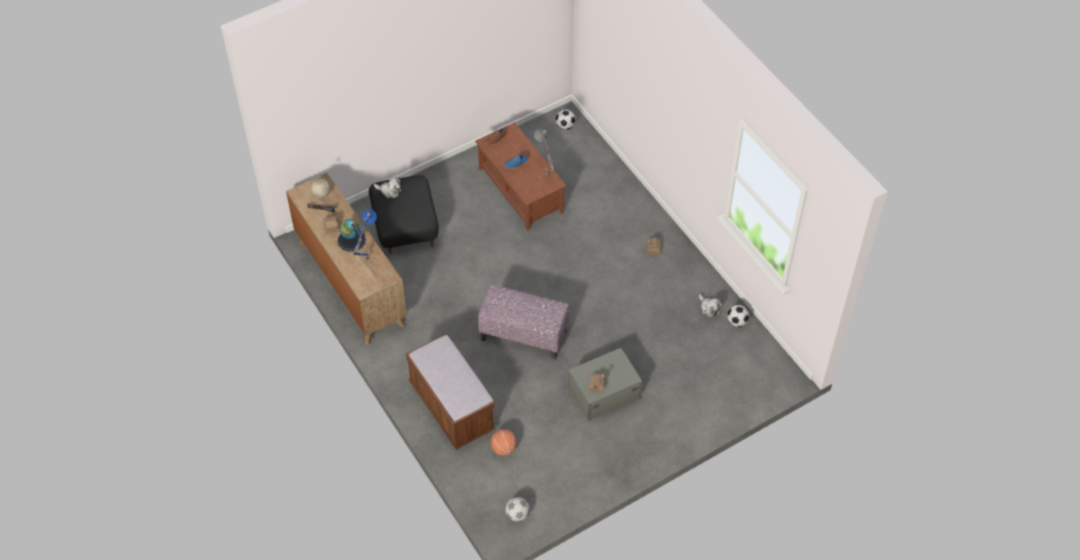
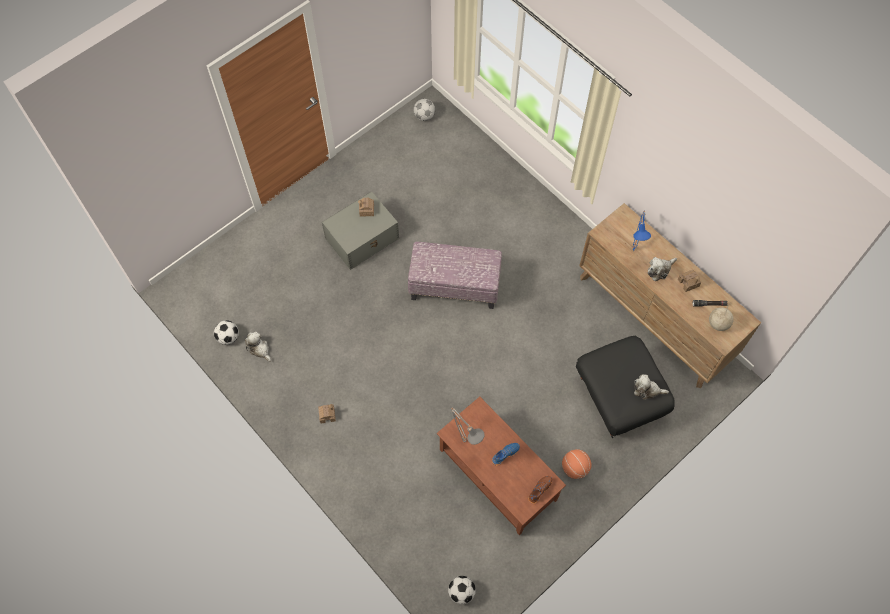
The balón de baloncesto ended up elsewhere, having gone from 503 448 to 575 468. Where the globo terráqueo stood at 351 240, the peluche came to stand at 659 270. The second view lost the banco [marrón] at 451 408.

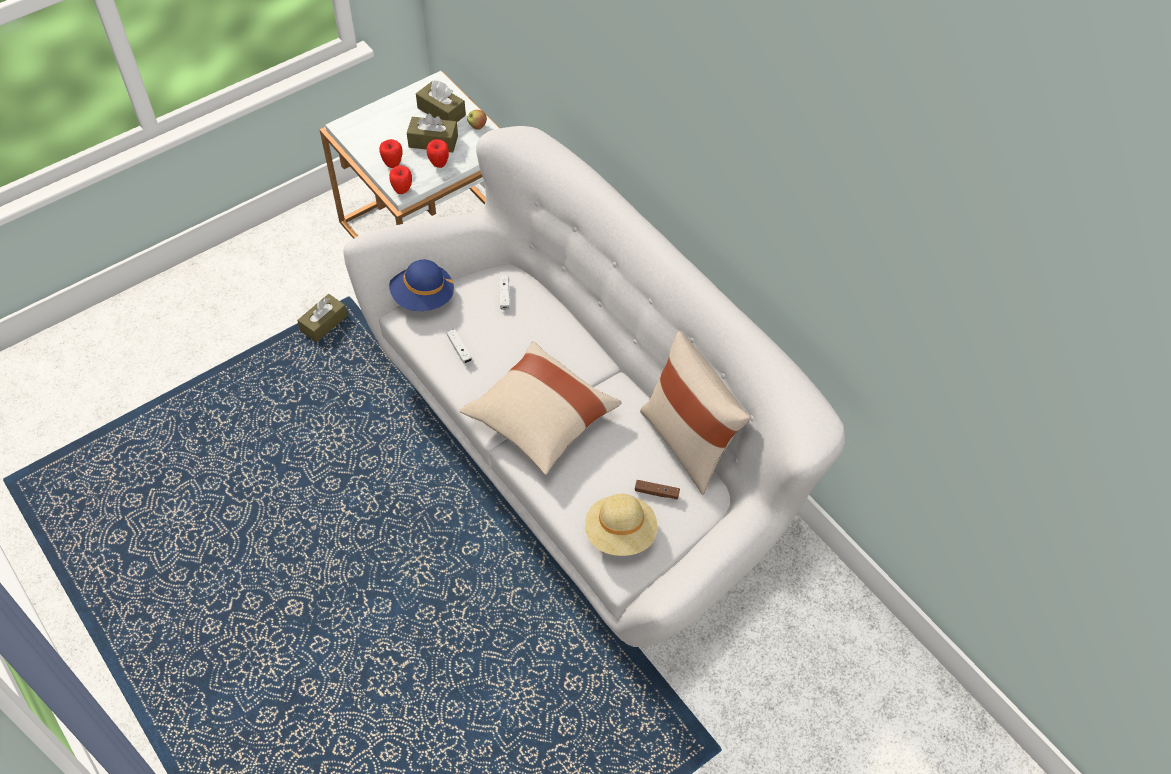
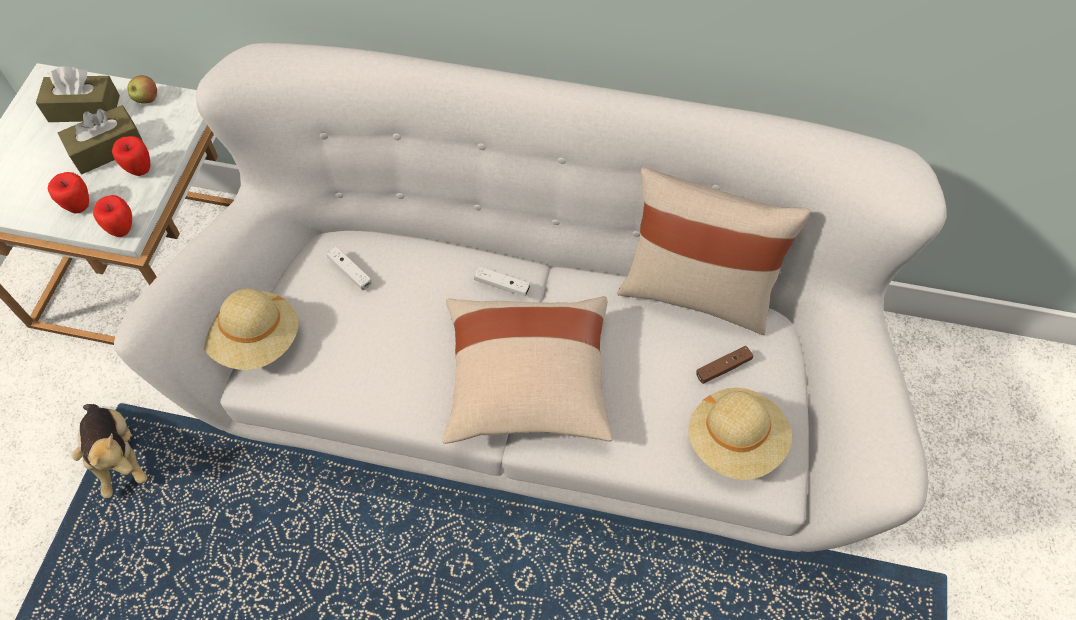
Where the caja de pañuelos [marrón] stood at 324 324, the peluche came to stand at 117 456. What was the sombrero [azul] at 423 297 turned into the sombrero [beis] at 256 341. The mando de consola [blanco] ended up elsewhere, having gone from 459 349 to 502 285.

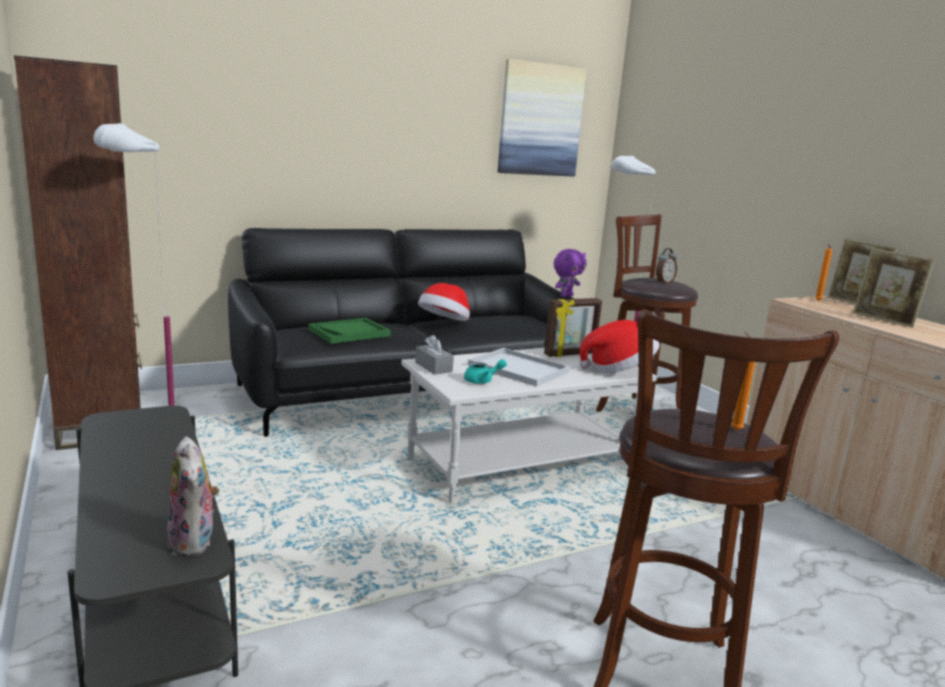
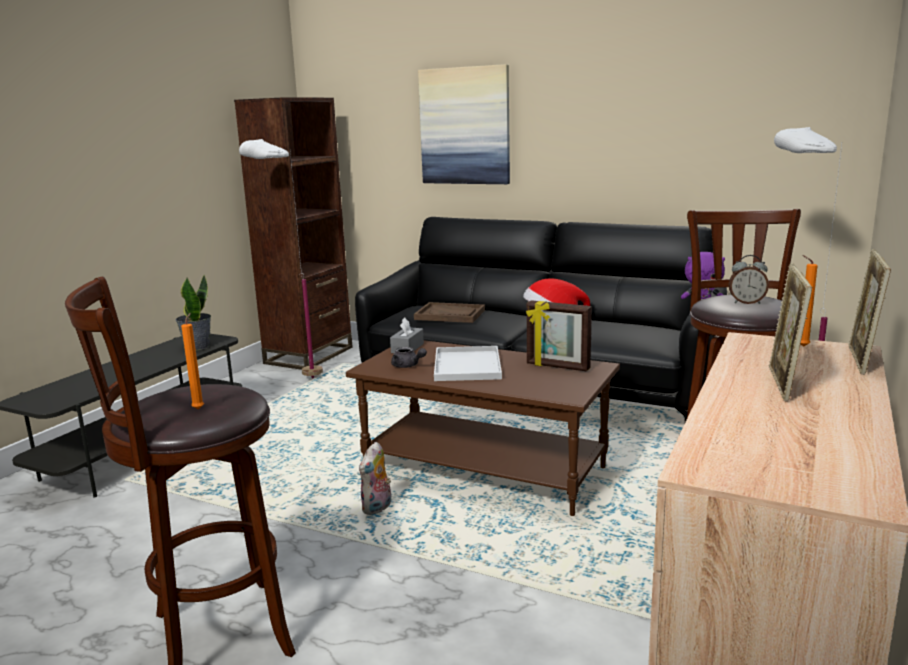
The second view gained the planta en maceta at 197 346. What was the mesa de centro [blanco] at 521 463 turned into the mesa de centro [marrón] at 486 469. The peluche ended up elsewhere, having gone from 195 542 to 377 509. What was the tetera [turquesa] at 482 381 turned into the tetera [gris] at 407 366. What was the bandeja [verde] at 349 333 turned into the bandeja [marrón] at 450 315. The cuadro ended up elsewhere, having gone from 540 120 to 465 126. The second view lost the sombrero at 618 370.

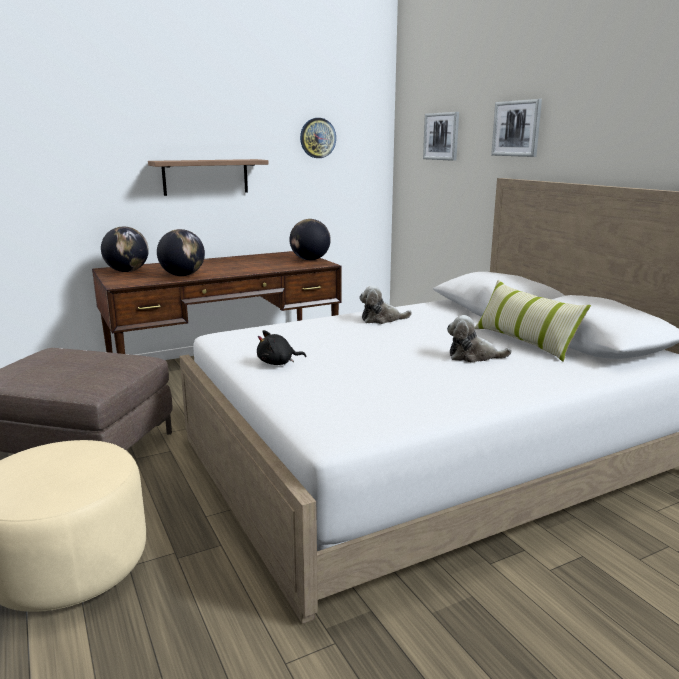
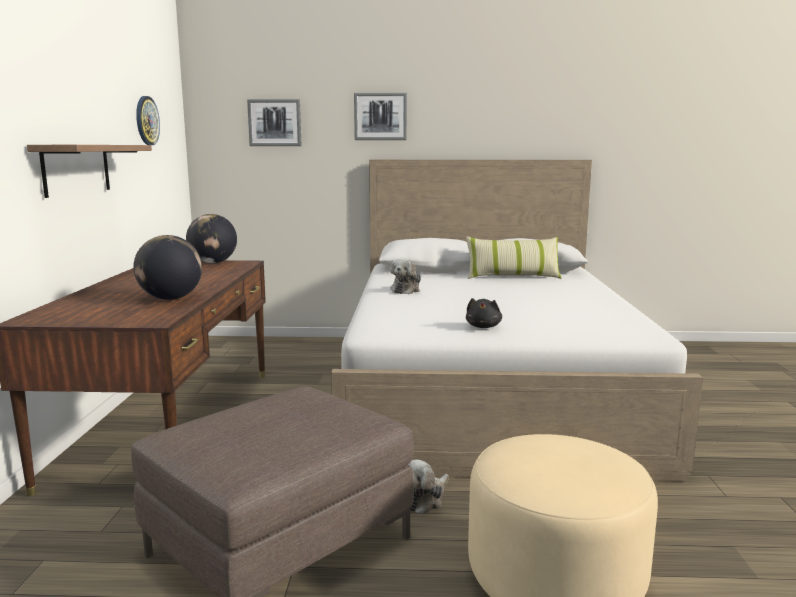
The peluche ended up elsewhere, having gone from 473 356 to 425 499. The second view lost the globo terráqueo at 127 271.

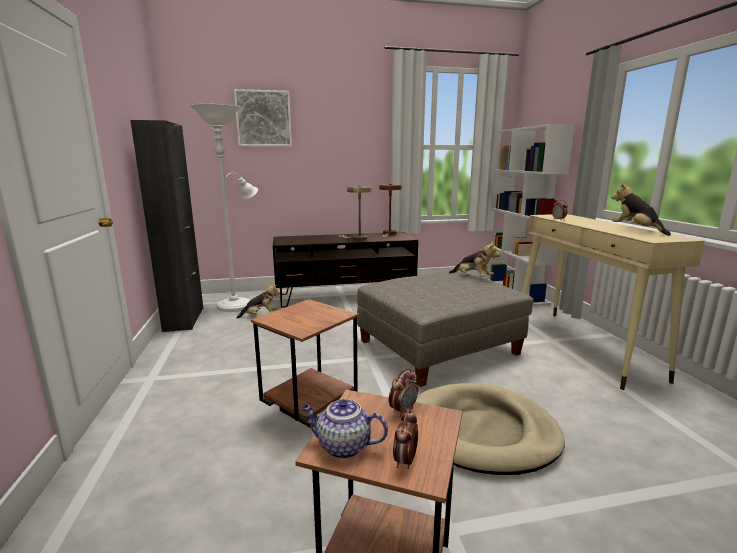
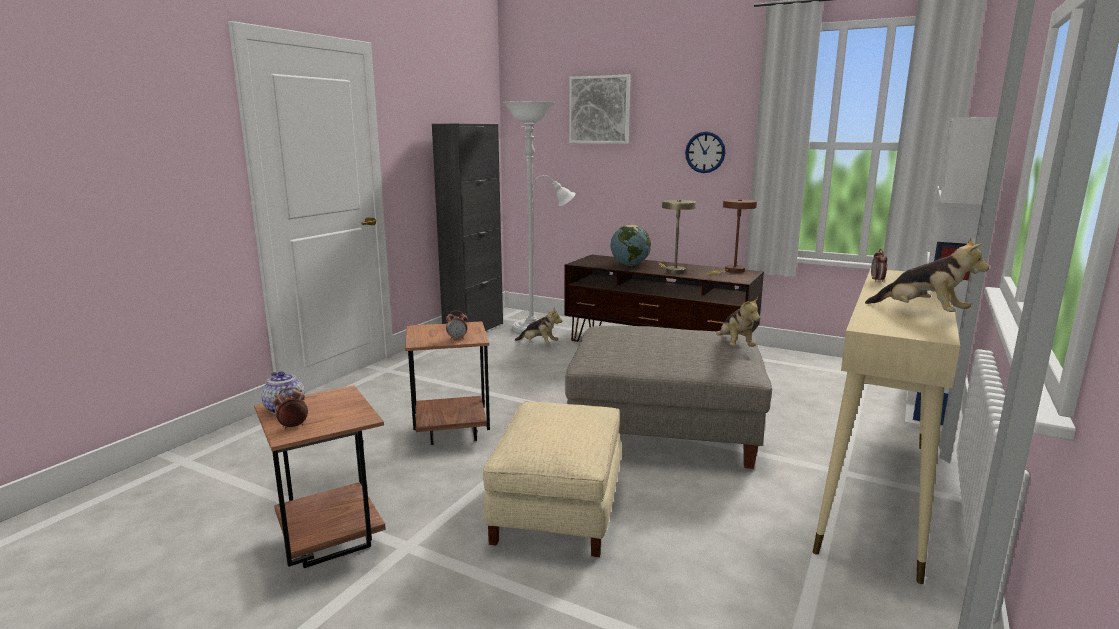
The despertador ended up elsewhere, having gone from 403 410 to 457 338. Where the cama para perro [beis] stood at 483 431, the puf [beis] came to stand at 558 509. The second view gained the globo terráqueo at 630 265. The second view gained the reloj de pared at 705 152. The peluche at 636 230 ended up facing another way, 120 degrees clockwise from before.

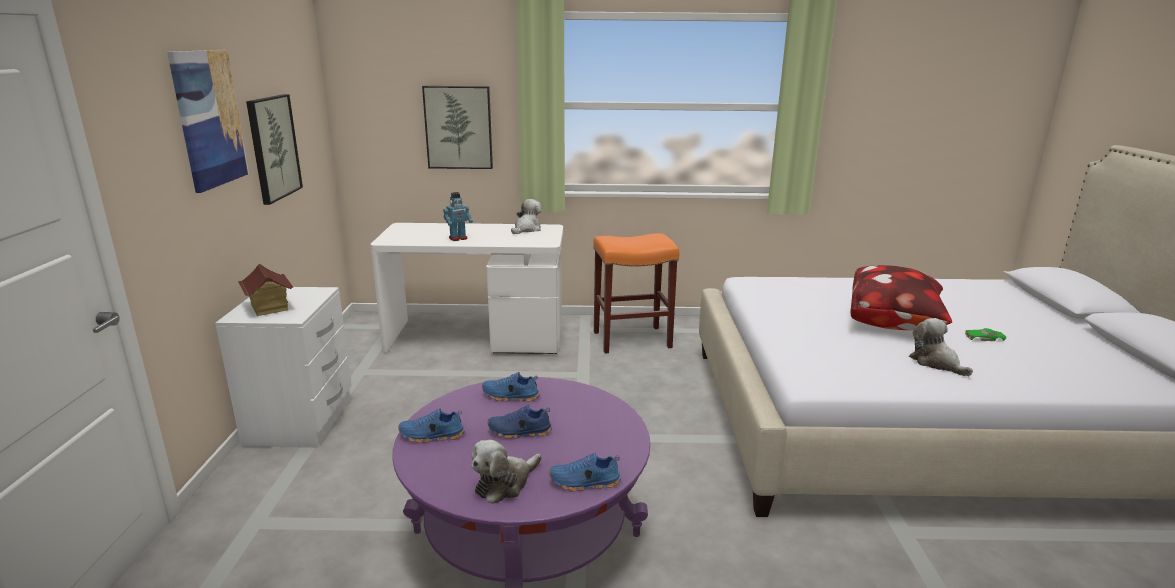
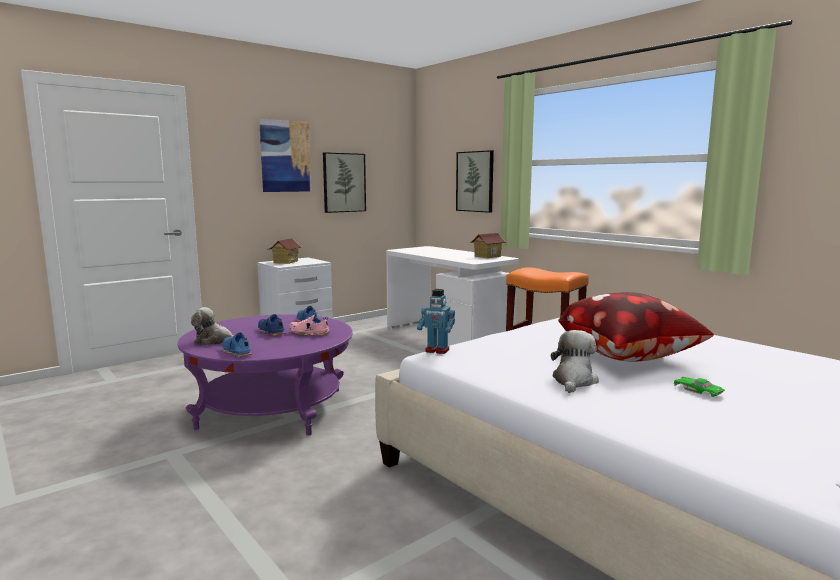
The second view gained the zapato [rosa] at 309 333. The robot de juguete ended up elsewhere, having gone from 458 238 to 437 350. Where the peluche stood at 527 229, the casita came to stand at 487 256. The second view lost the zapato [azul] at 431 436.

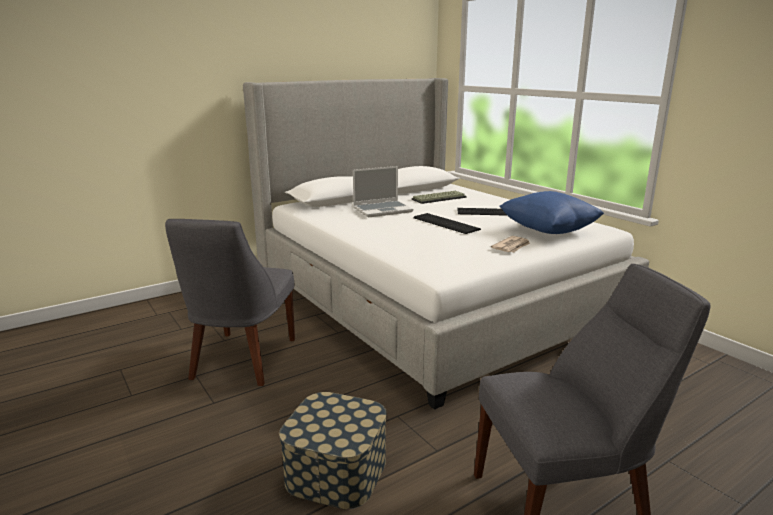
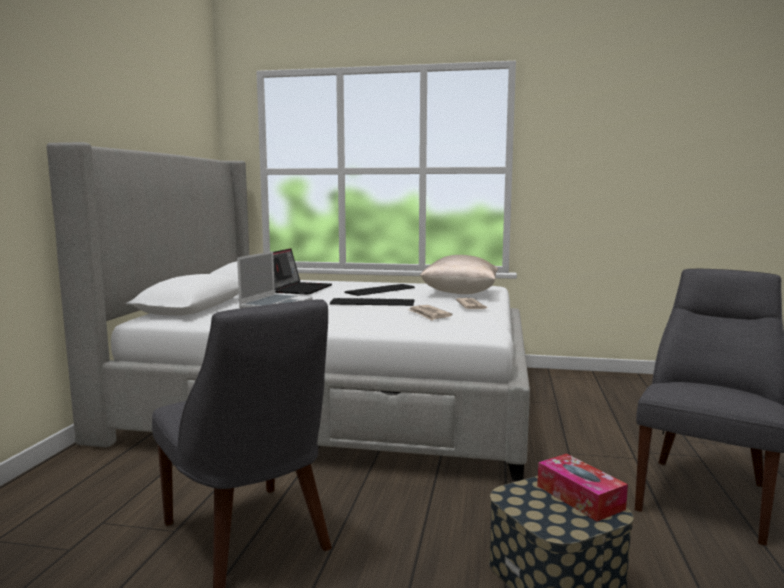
Where the teclado stood at 439 198, the portátil came to stand at 299 289. The second view gained the periódico at 429 315. What was the cojín [azul] at 548 231 turned into the cojín [beis] at 460 294. The second view gained the caja de pañuelos at 579 497.

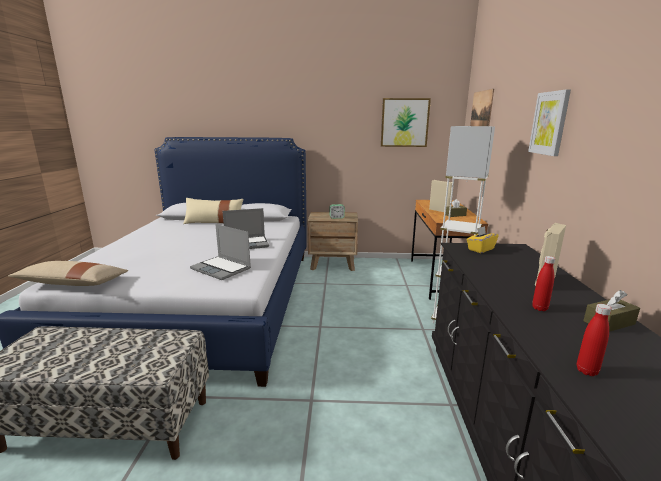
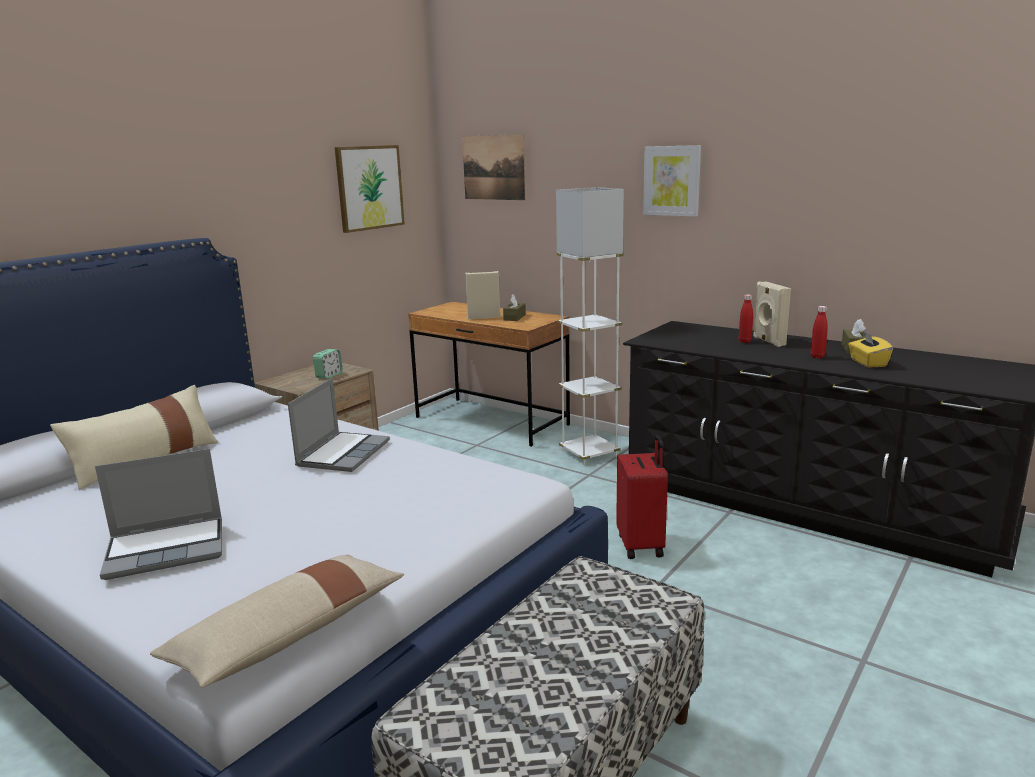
The portátil ended up elsewhere, having gone from 222 269 to 168 548. The second view gained the maleta [rojo] at 641 545. The botella [rojo] ended up elsewhere, having gone from 586 371 to 744 341. The caja de pañuelos [amarillo] ended up elsewhere, having gone from 480 249 to 867 363.

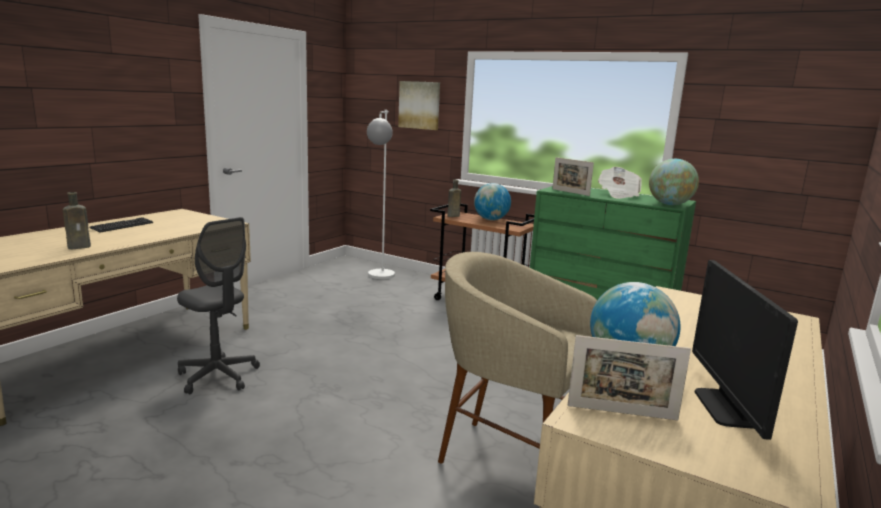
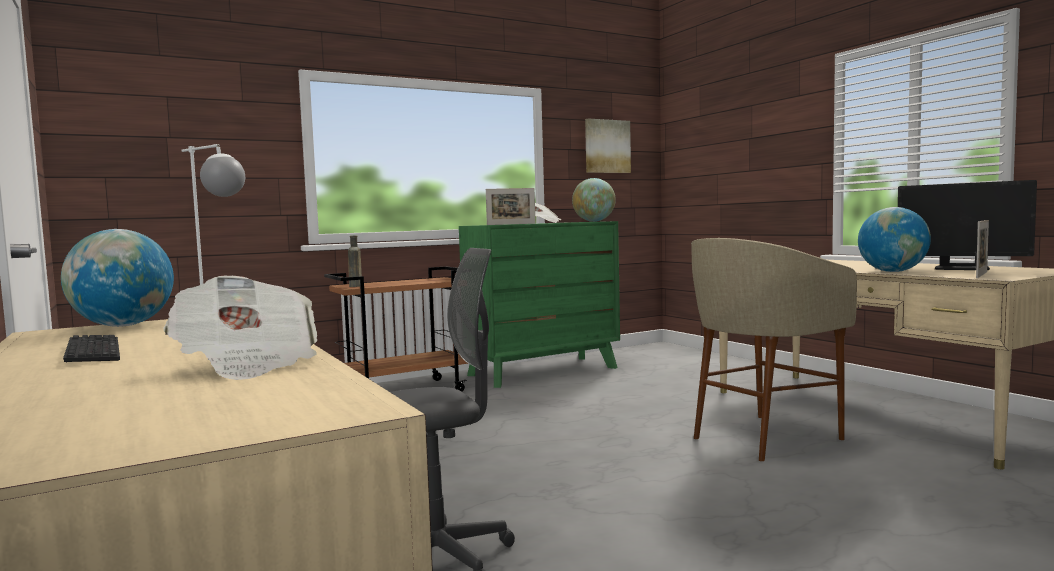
The globo terráqueo ended up elsewhere, having gone from 491 219 to 123 326. Where the botella [marrón] stood at 81 247, the periódico came to stand at 247 364. The cuadro ended up elsewhere, having gone from 419 105 to 607 146.

